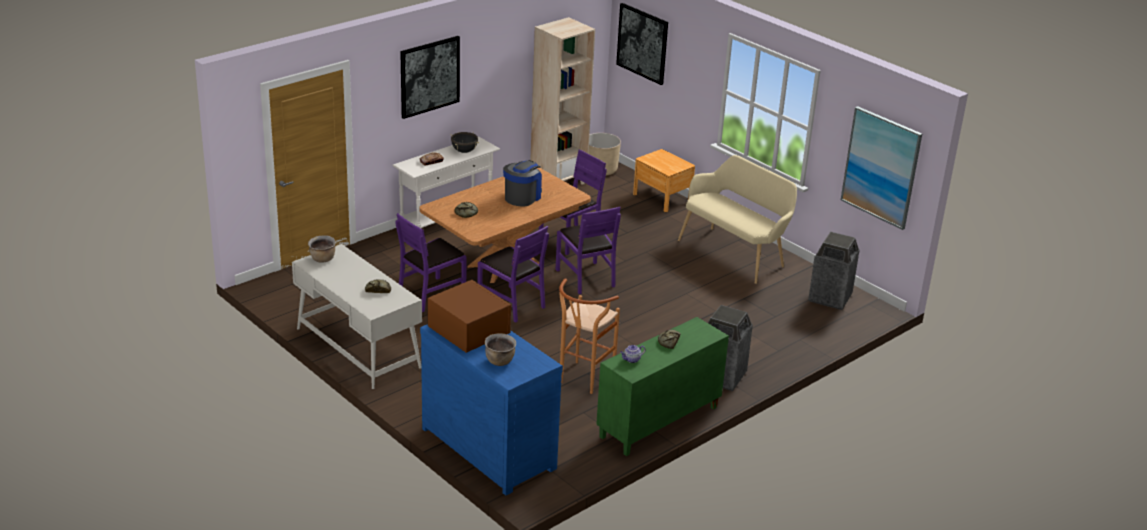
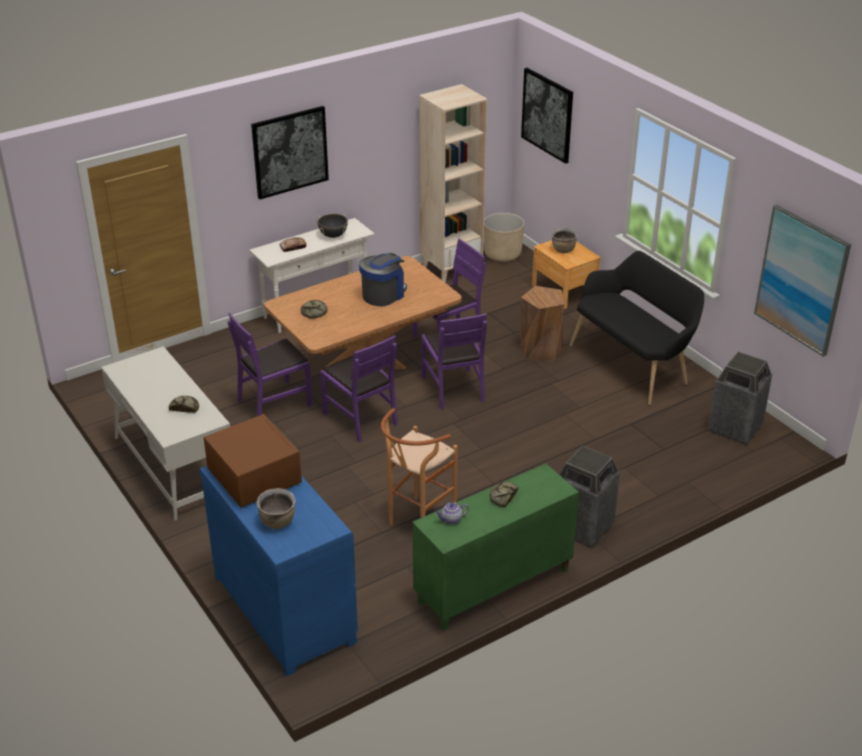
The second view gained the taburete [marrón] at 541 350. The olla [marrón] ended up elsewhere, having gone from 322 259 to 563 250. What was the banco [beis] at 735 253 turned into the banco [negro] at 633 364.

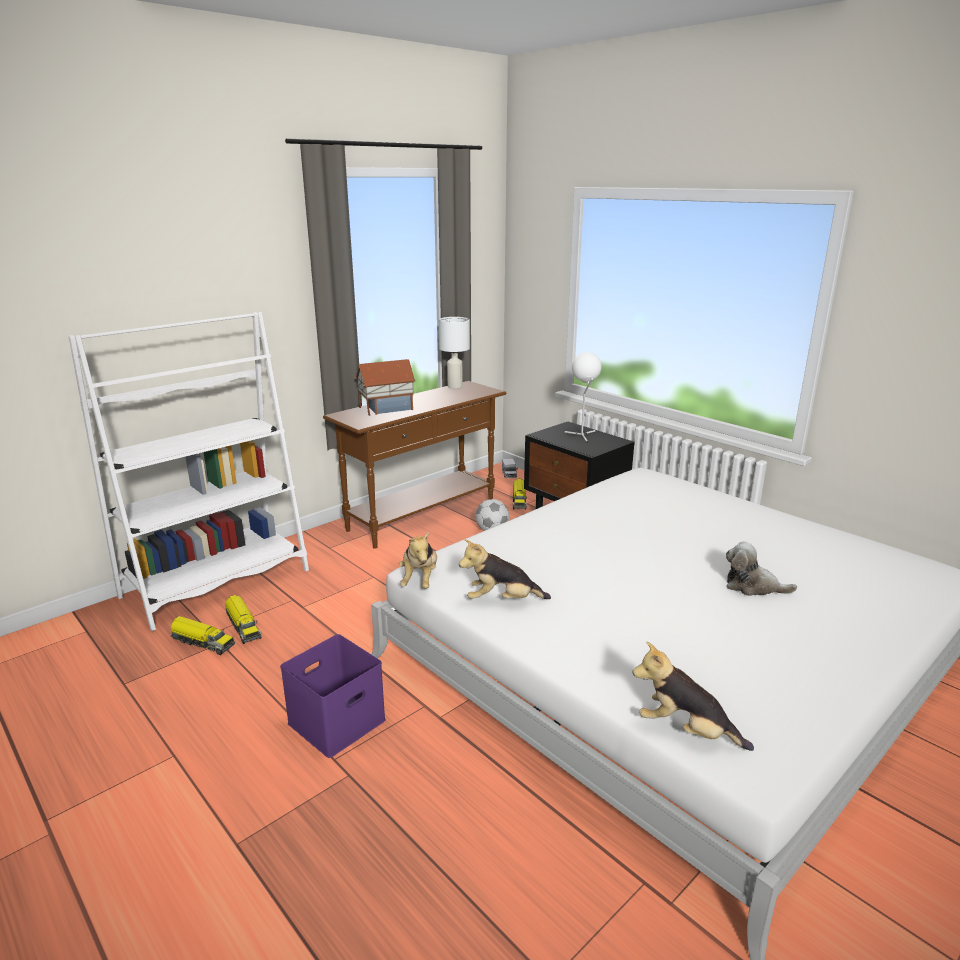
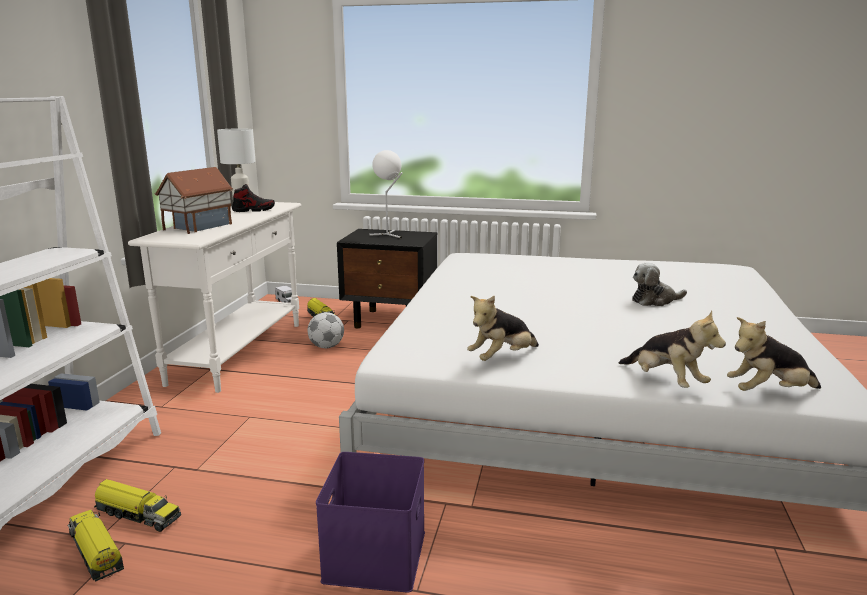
The camión de juguete at 202 642 ended up facing another way, 120 degrees counterclockwise from before. What was the mesa consola [marrón] at 423 516 turned into the mesa consola [blanco] at 239 352. The second view gained the zapato at 253 210. The peluche ended up elsewhere, having gone from 420 580 to 665 382.

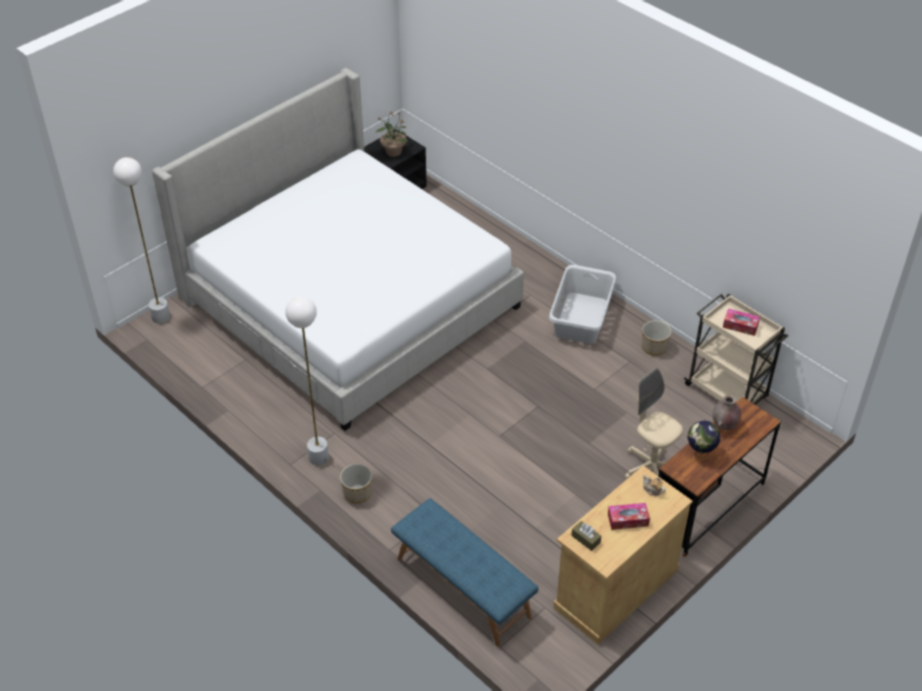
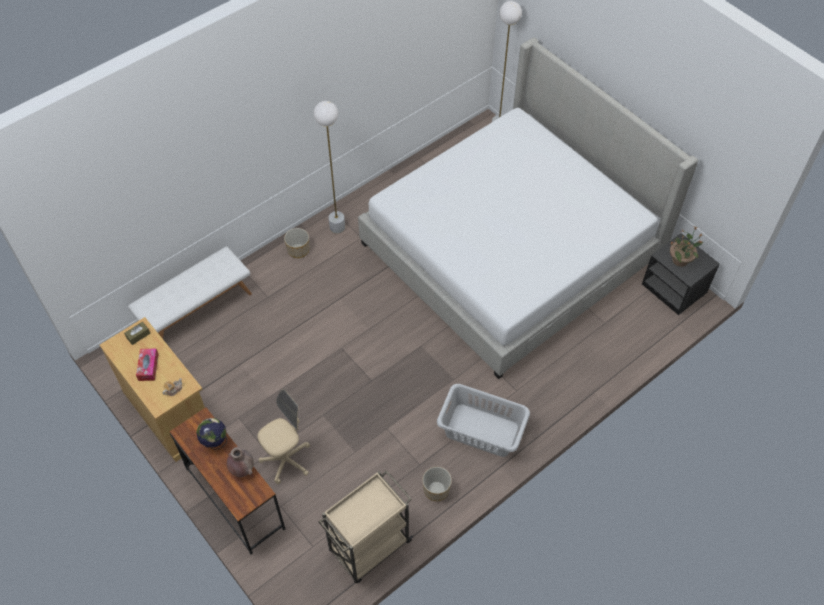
What was the banco [azul] at 462 588 turned into the banco [blanco] at 196 310. The second view lost the caja de pañuelos at 740 326.

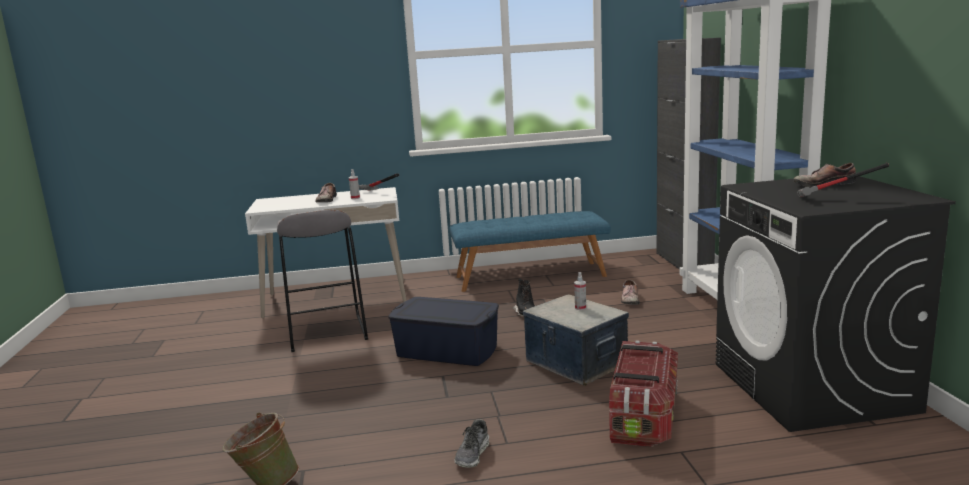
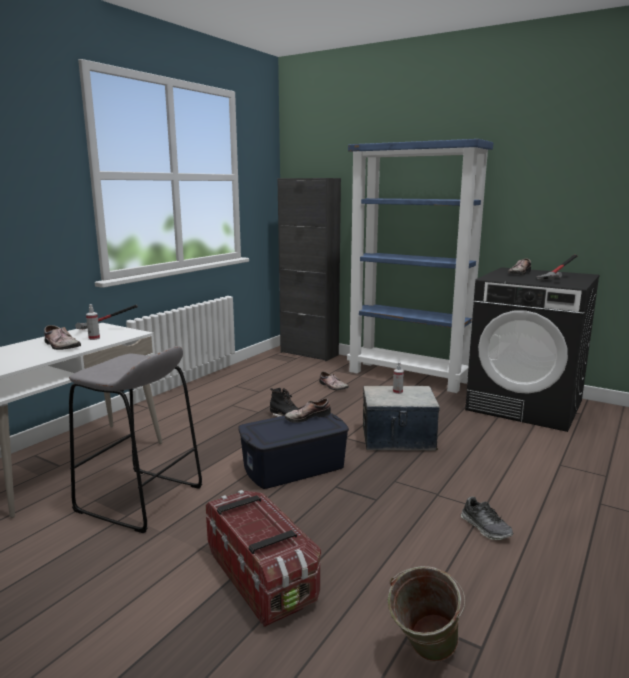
The caja de almacenaje ended up elsewhere, having gone from 644 416 to 261 576. The second view gained the zapato at 306 417. The second view lost the banco [azul] at 530 276.

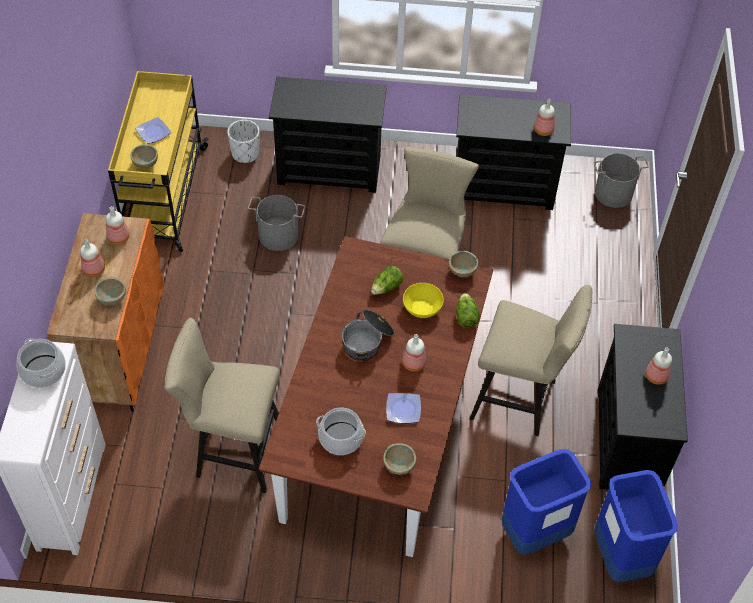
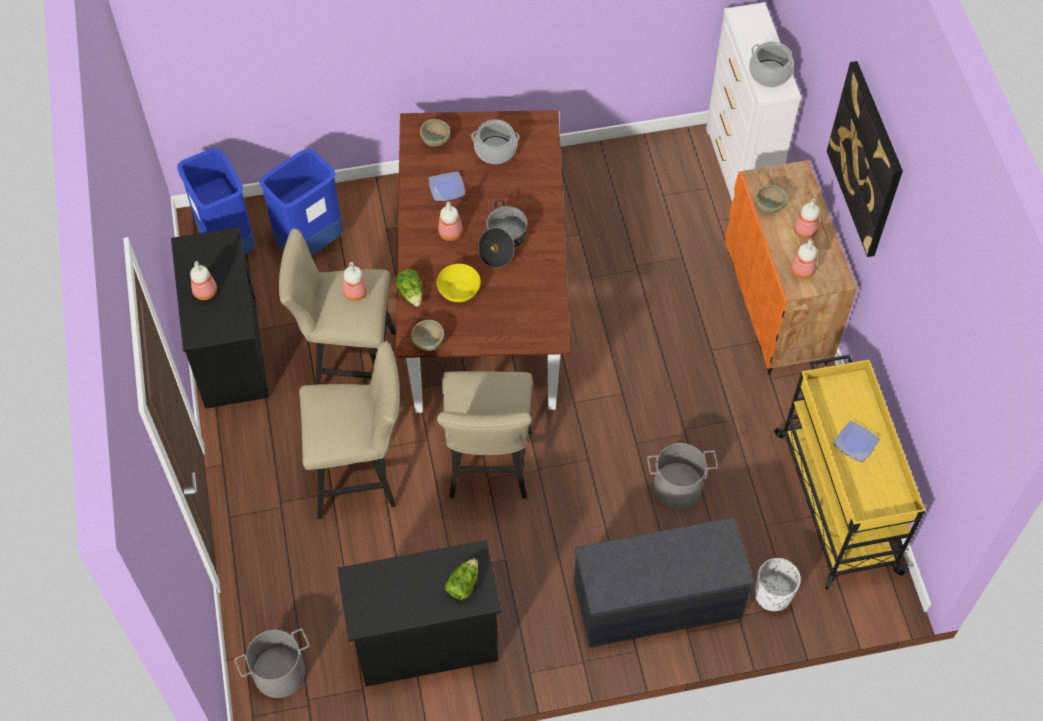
The taburete [beis] ended up elsewhere, having gone from 233 451 to 362 475. The botella ended up elsewhere, having gone from 544 130 to 354 293. The lechuga ended up elsewhere, having gone from 386 287 to 463 584. Where the cómoda [negro] stood at 330 169, the banco [gris] came to stand at 656 601. The second view gained the cuadro at 866 159. The second view lost the cuenco [beis] at 146 164.

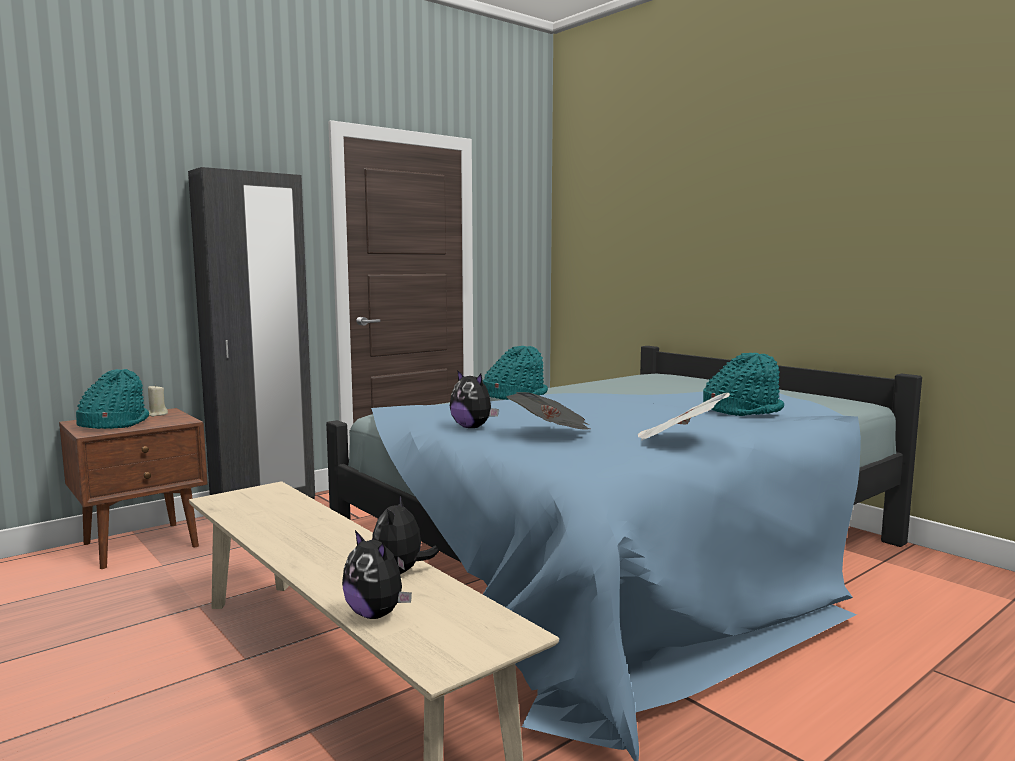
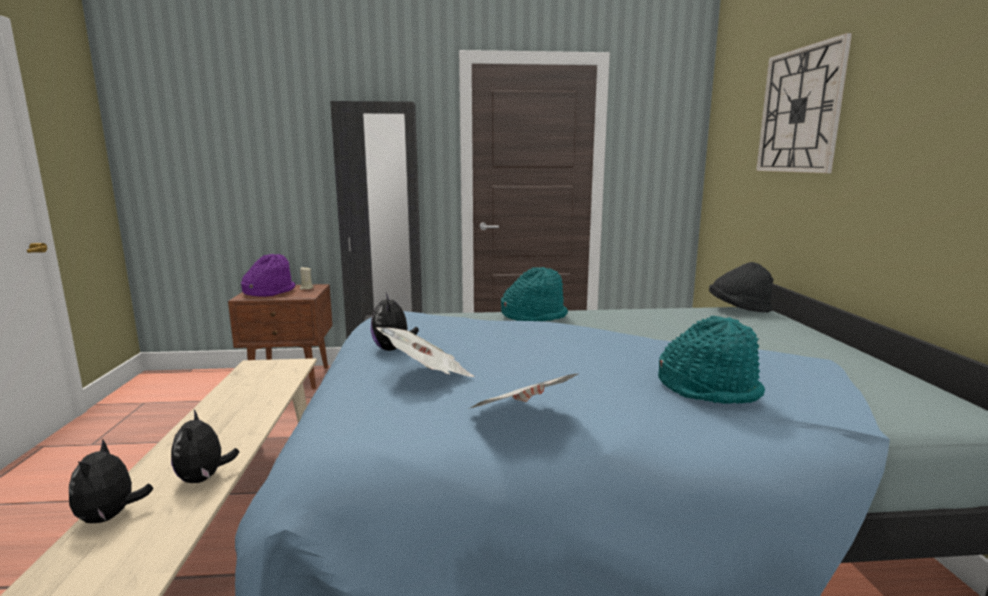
The peluche at 401 572 ended up facing another way, 60 degrees counterclockwise from before. What was the sombrero [turquesa] at 113 424 turned into the sombrero [morado] at 269 292. The second view gained the sombrero [negro] at 738 309. The second view gained the reloj de pared at 800 111.

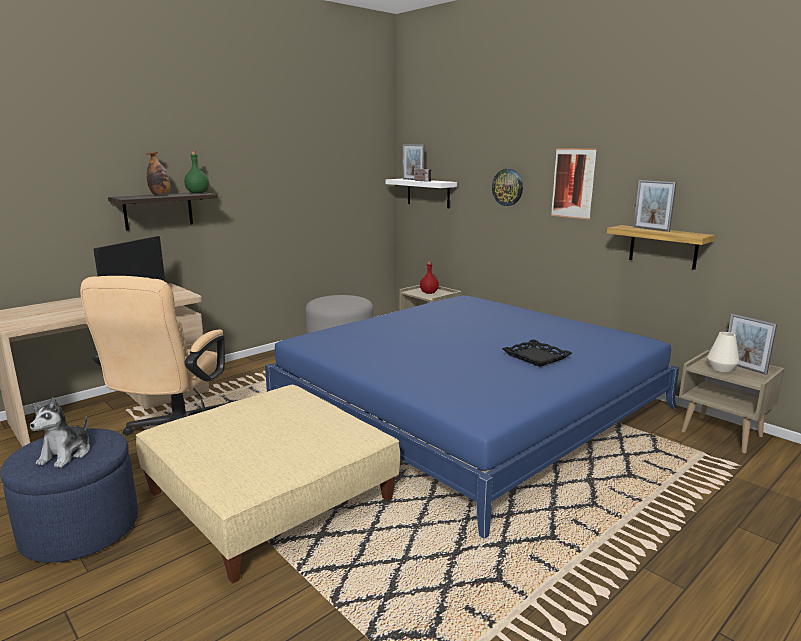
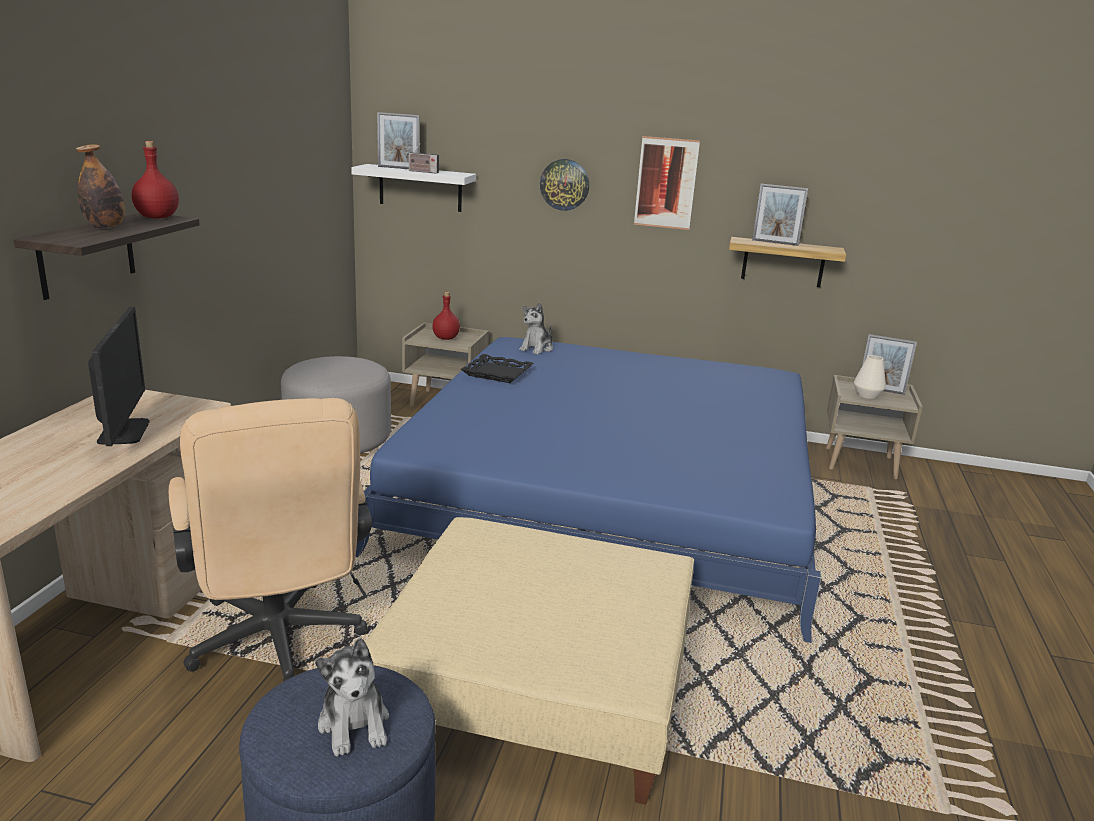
What was the botella [verde] at 197 193 turned into the botella [rojo] at 158 217. The bandeja [negro] ended up elsewhere, having gone from 536 357 to 497 373. The second view gained the peluche at 537 348.

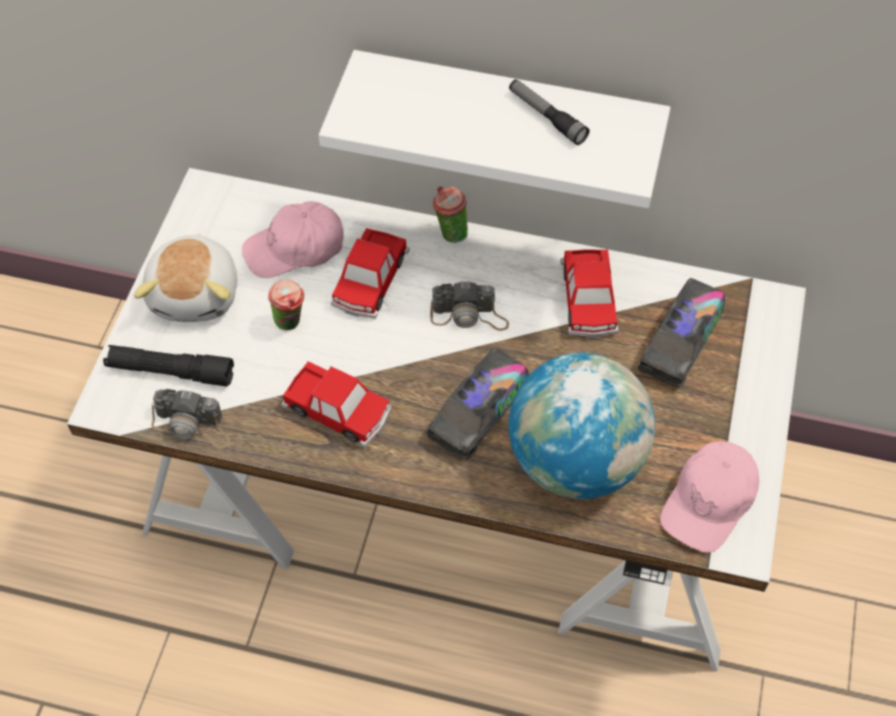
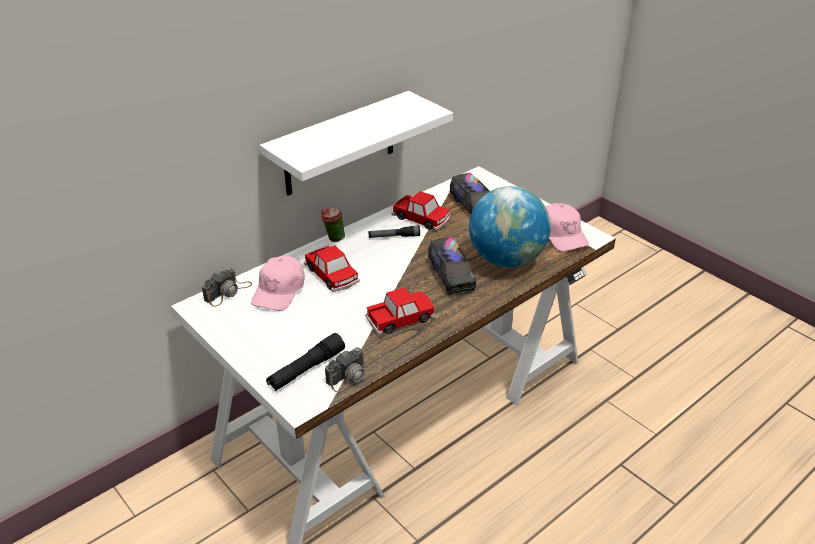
The cámara ended up elsewhere, having gone from 469 315 to 228 292. The linterna ended up elsewhere, having gone from 546 117 to 394 237. The second view lost the peluche at 196 293. The second view lost the taza at 291 323.

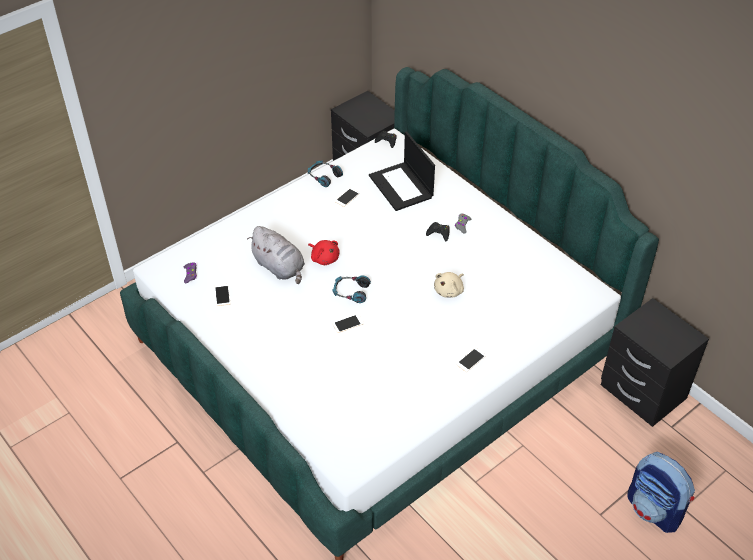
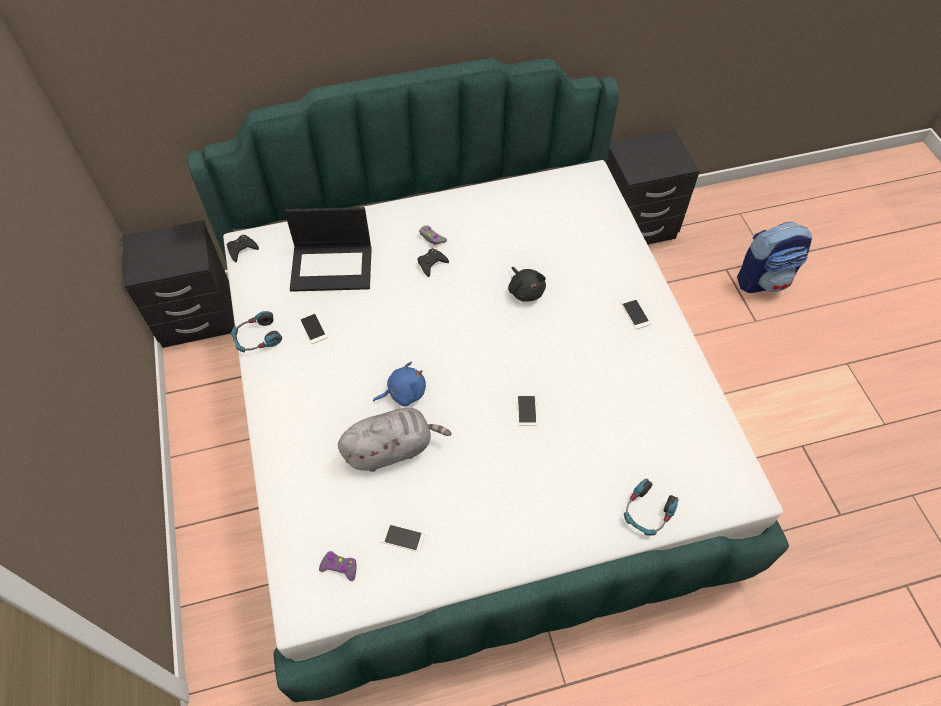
What was the peluche [rojo] at 324 258 turned into the peluche [azul] at 404 392. What was the peluche [beis] at 449 290 turned into the peluche [negro] at 525 290. The auriculares ended up elsewhere, having gone from 351 292 to 647 512.

